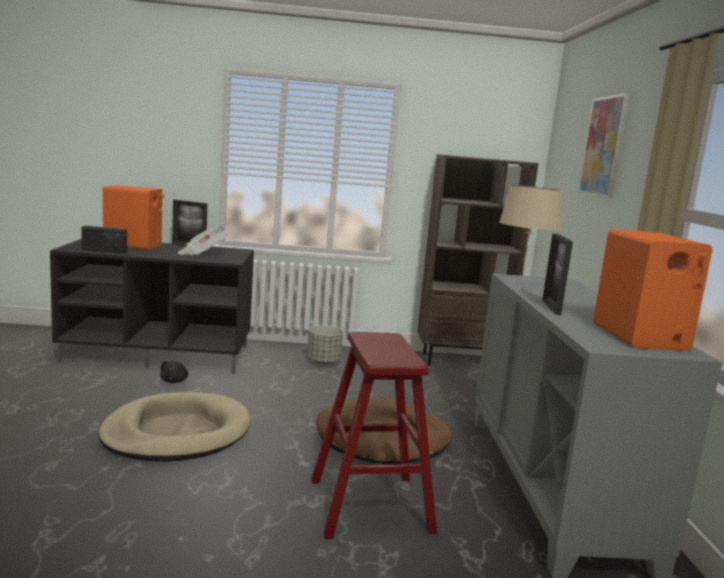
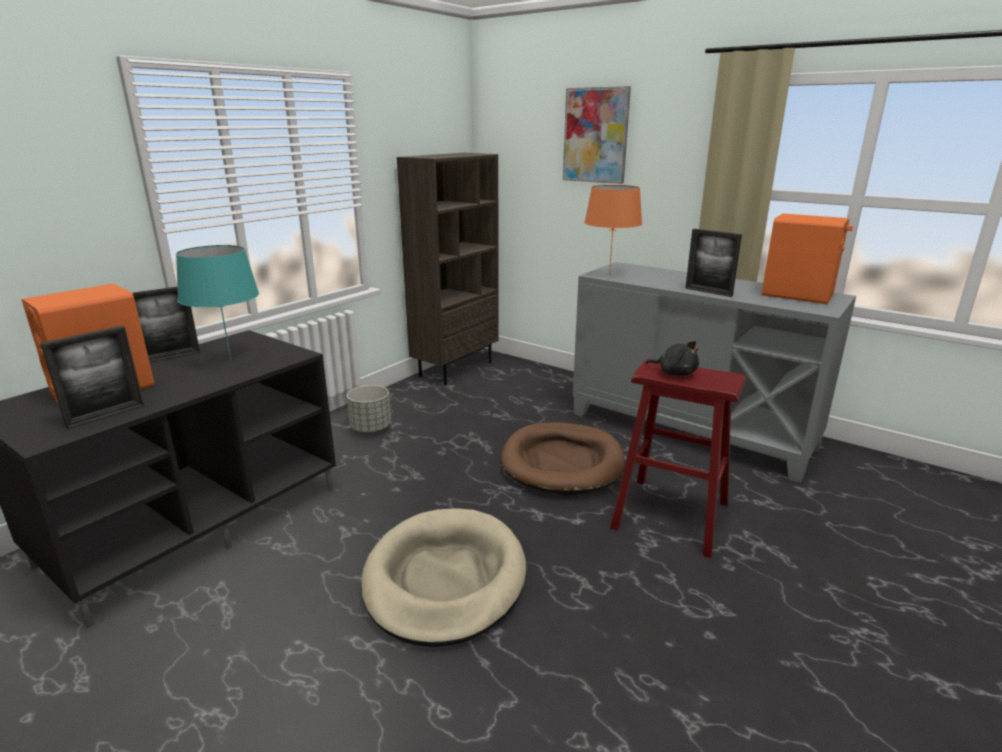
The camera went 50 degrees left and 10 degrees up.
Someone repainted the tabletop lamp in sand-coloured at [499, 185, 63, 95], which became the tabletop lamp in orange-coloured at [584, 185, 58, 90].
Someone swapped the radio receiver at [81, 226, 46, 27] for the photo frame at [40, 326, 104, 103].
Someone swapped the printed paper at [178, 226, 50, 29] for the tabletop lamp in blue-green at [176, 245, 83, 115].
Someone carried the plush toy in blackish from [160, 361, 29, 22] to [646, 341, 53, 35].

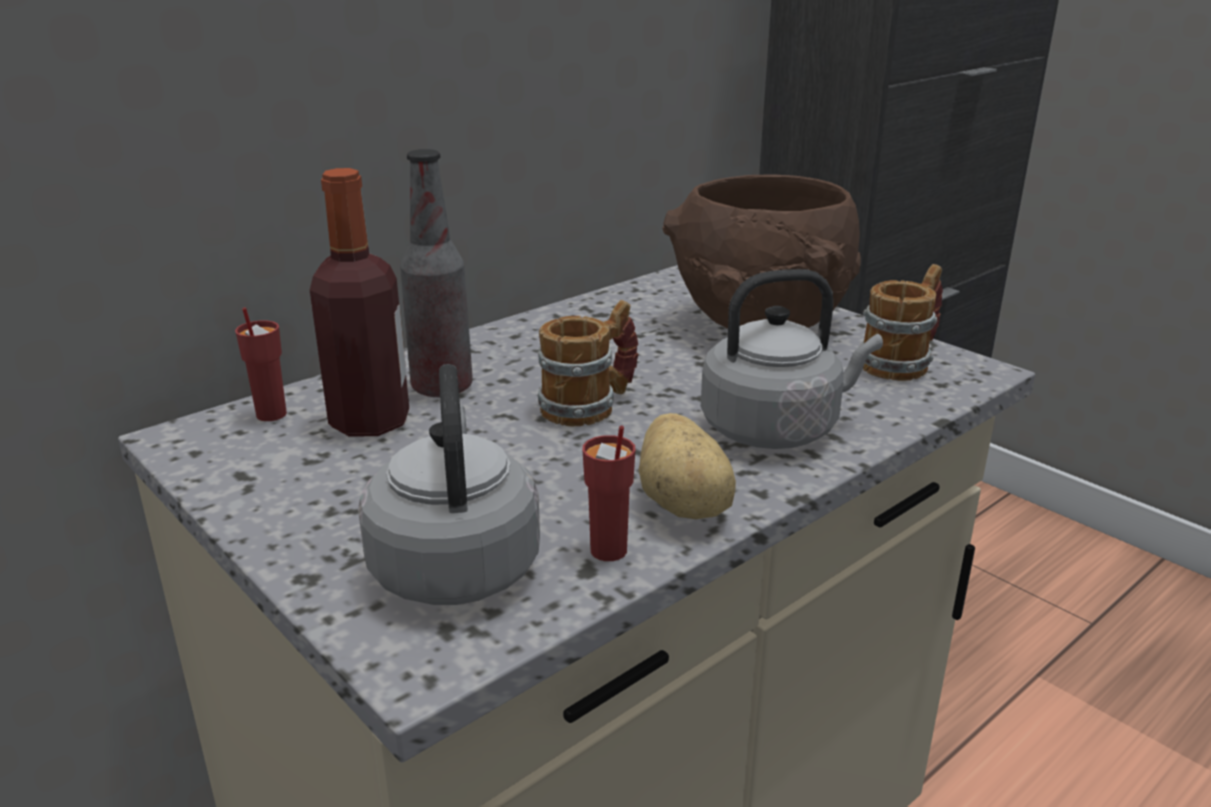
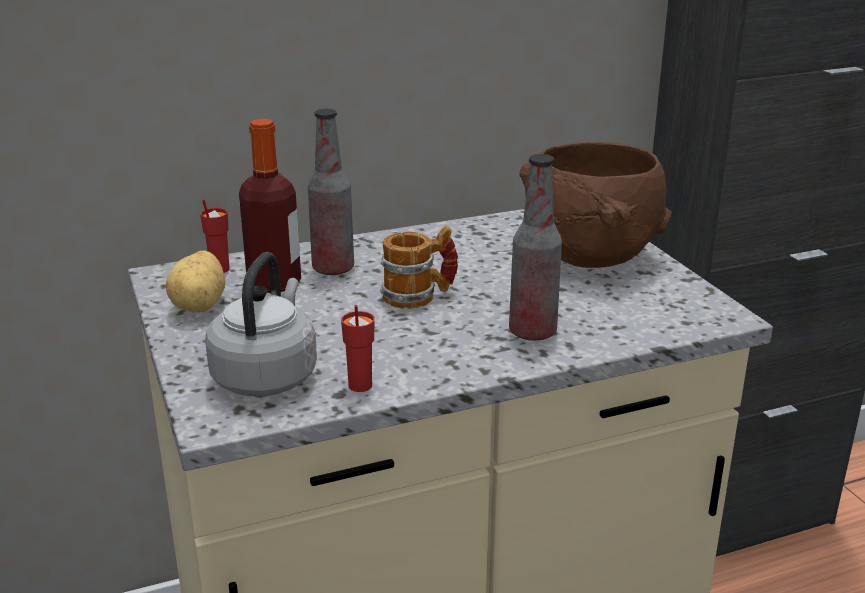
The camera went 20 degrees right and 0 degrees up.
Someone took away the mug at [858, 264, 85, 117].
Someone swapped the tea kettle in grey at [701, 269, 182, 180] for the beverage bottle at [509, 154, 53, 187].
Someone carried the spud from [639, 413, 97, 106] to [166, 251, 59, 61].

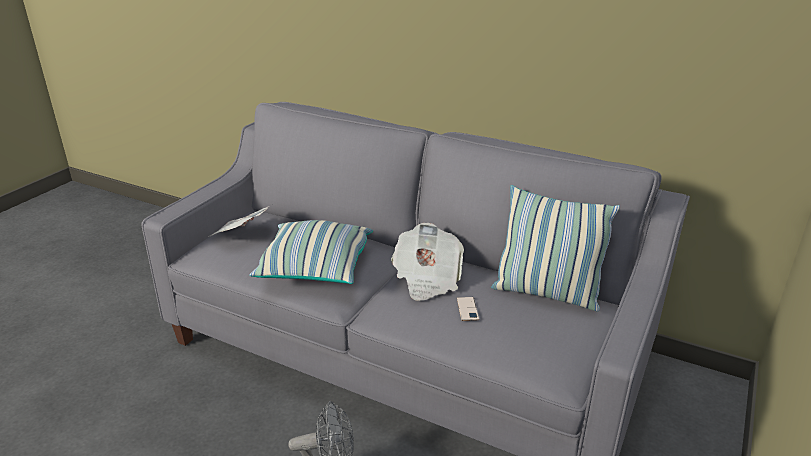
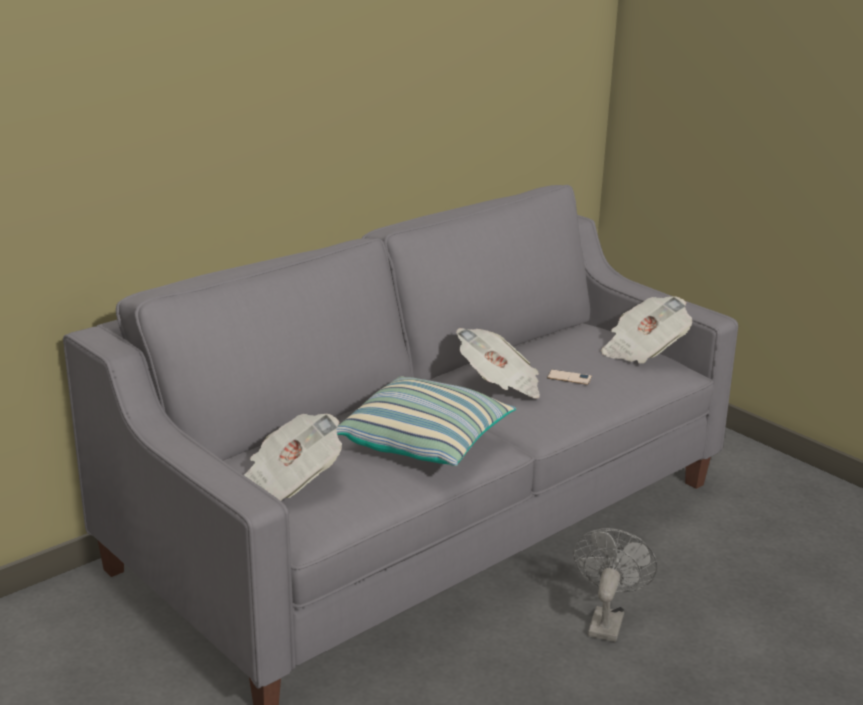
The camera went 70 degrees left and 5 degrees down.
Someone took away the cushion at [491, 185, 129, 126].
Someone put down the printed paper at [601, 296, 91, 68].

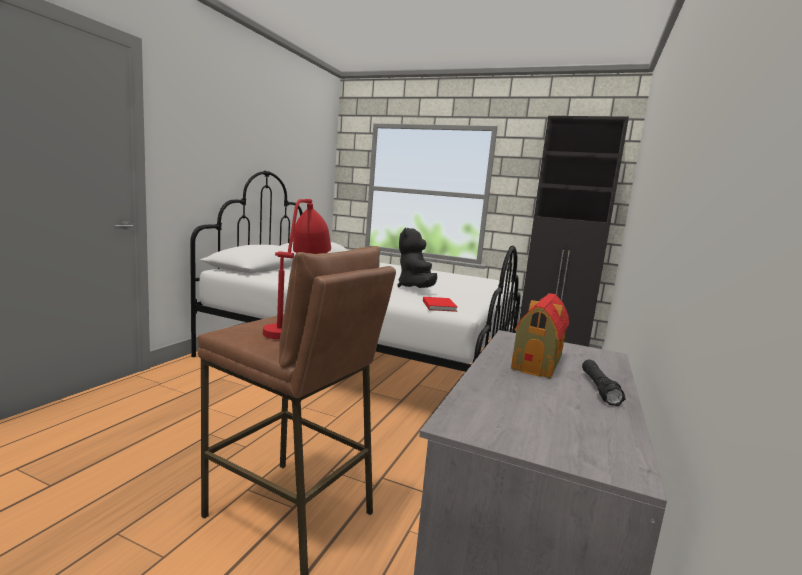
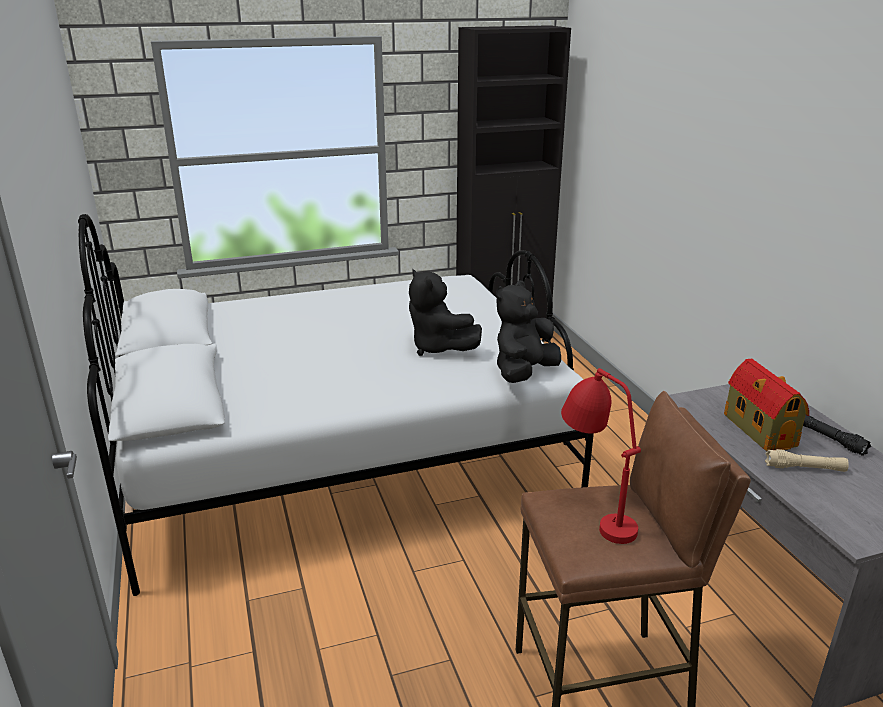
The camera went 40 degrees left and 15 degrees up.
Someone swapped the bound book in reddish at [423, 297, 34, 15] for the plush toy in blackish at [496, 281, 65, 102].
Someone put down the hand torch in sand-coloured at [765, 449, 84, 23].

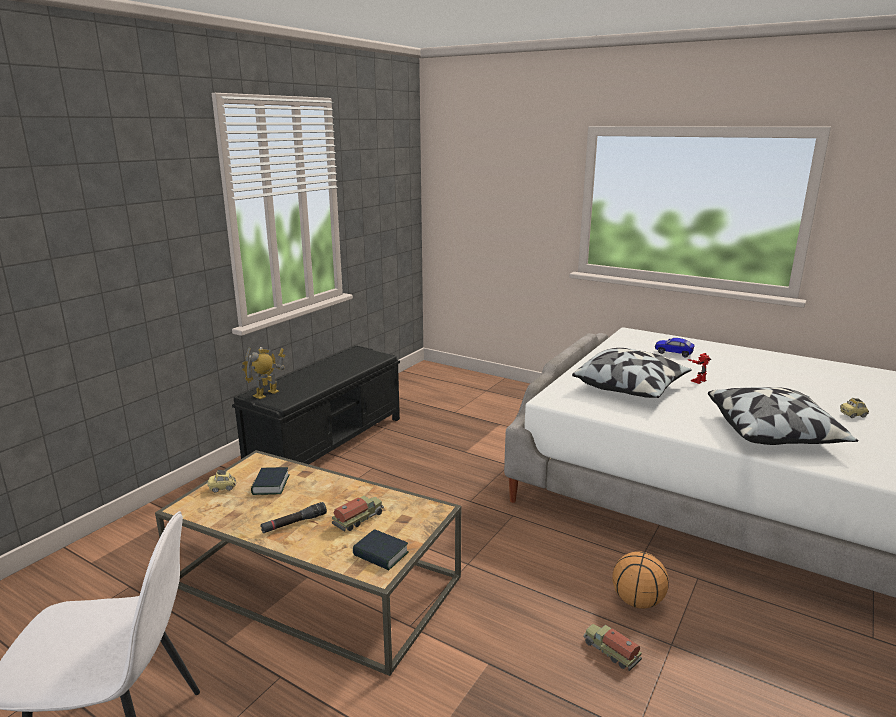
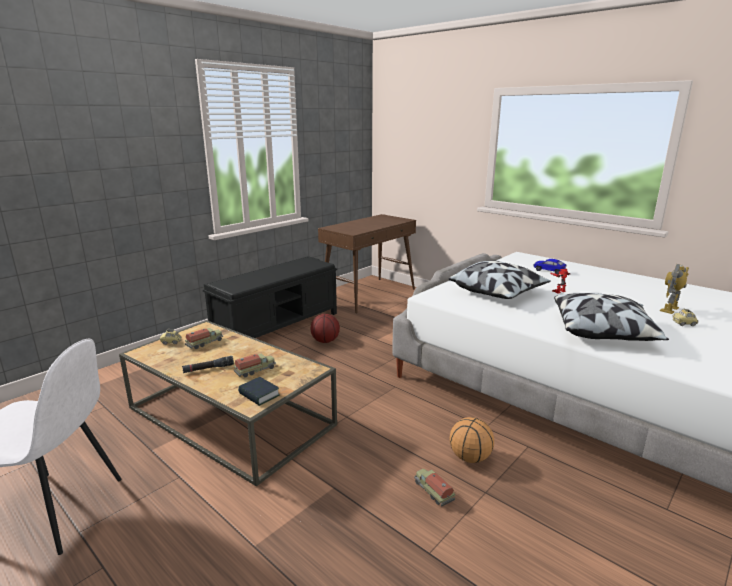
The camera went 10 degrees right and 0 degrees up.
Someone carried the robot figure from [241, 347, 44, 52] to [660, 264, 29, 50].
Someone swapped the bound book at [251, 467, 38, 28] for the toy truck at [185, 328, 38, 21].
Someone put down the narrow table in brown-coloured at [318, 214, 98, 99].
Someone put down the ball for basketball at [311, 314, 29, 29].

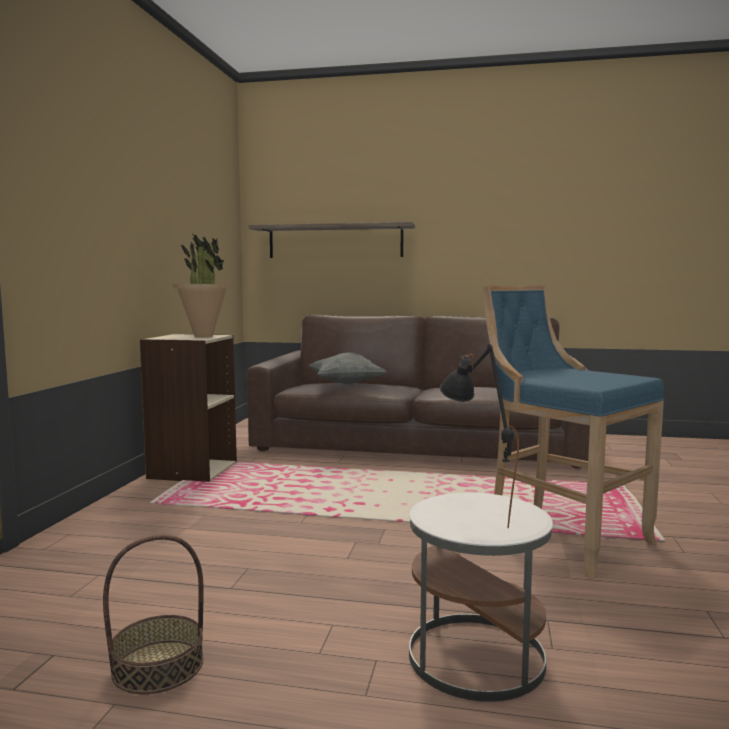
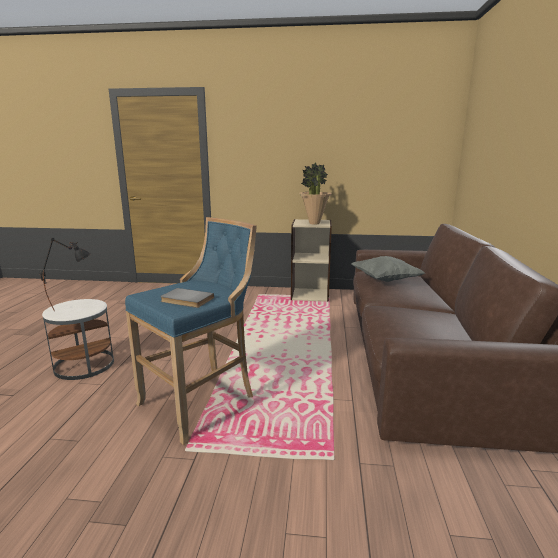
The camera went 85 degrees right and 10 degrees up.
Someone took away the bracket shelf at [249, 222, 166, 36].
Someone took away the basket at [103, 534, 101, 160].
Someone put down the bound book in grey at [160, 288, 54, 20].

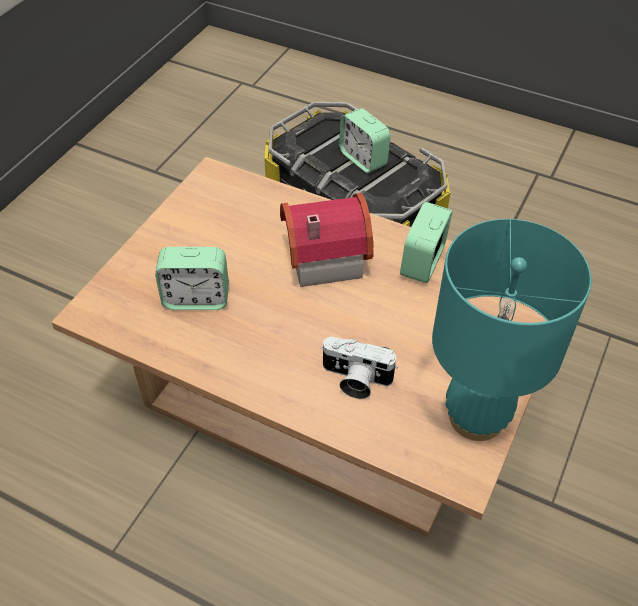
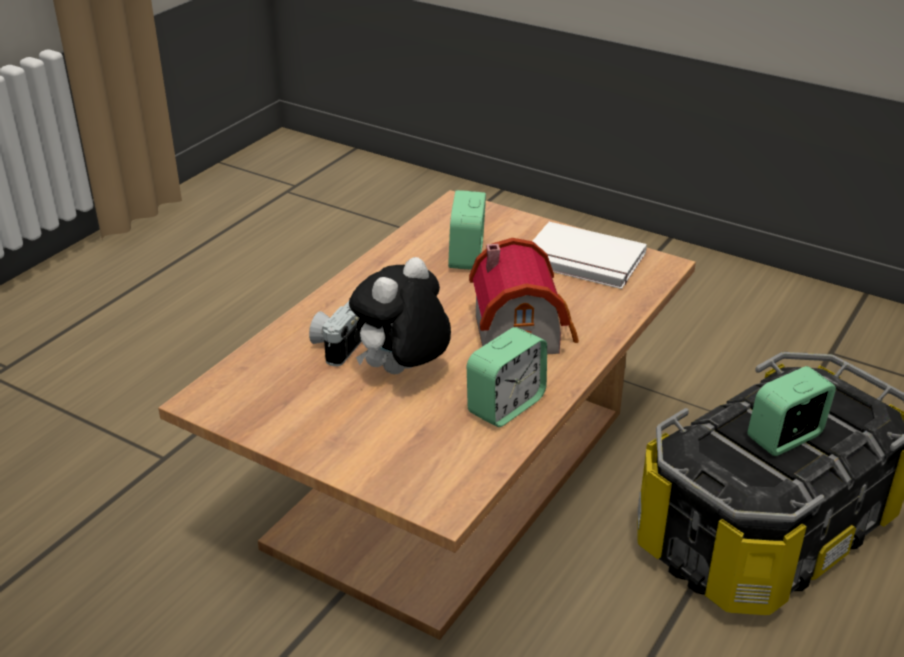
The camera went 95 degrees right and 15 degrees down.
Someone rotated the alarm clock at [400, 202, 52, 81] by 105 degrees clockwise.
Someone took away the tabletop lamp in blue-green at [432, 219, 160, 222].
Someone put down the bound book in whitish at [533, 222, 114, 67].
Someone put down the plush toy at [349, 257, 102, 117].

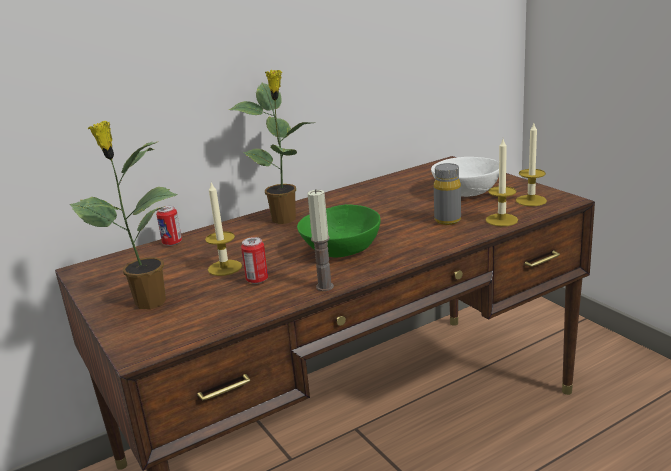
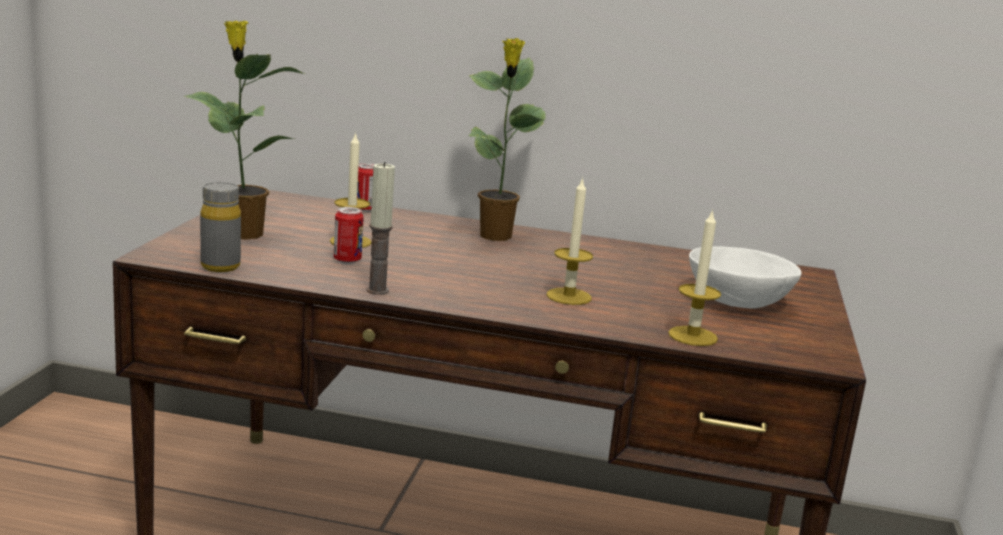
The camera went 40 degrees right and 5 degrees down.
Someone carried the wax candle from [516, 123, 31, 83] to [546, 177, 47, 128].
Someone carried the beverage bottle in grey from [434, 163, 27, 62] to [200, 182, 41, 90].
Someone took away the bowl in green-coloured at [297, 204, 83, 53].

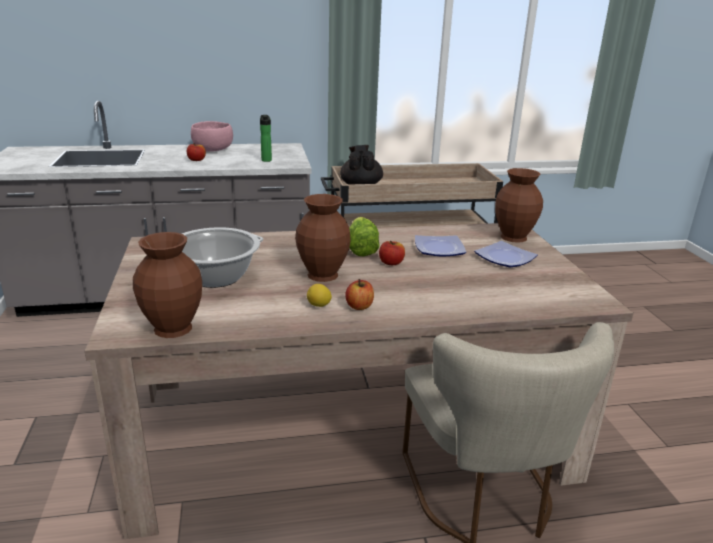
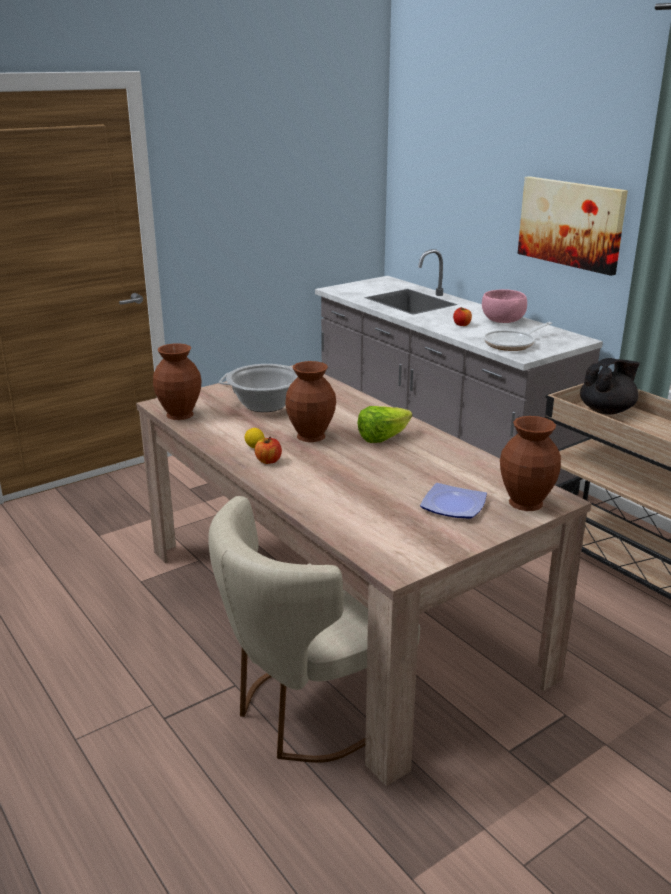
The camera went 65 degrees right and 0 degrees up.
Someone swapped the beverage bottle at [260, 115, 12, 47] for the skillet at [484, 322, 68, 29].
Someone took away the flat dish at [415, 235, 51, 22].
Someone took away the apple fruit at [379, 241, 26, 24].
Someone put up the wall art at [518, 176, 110, 100].

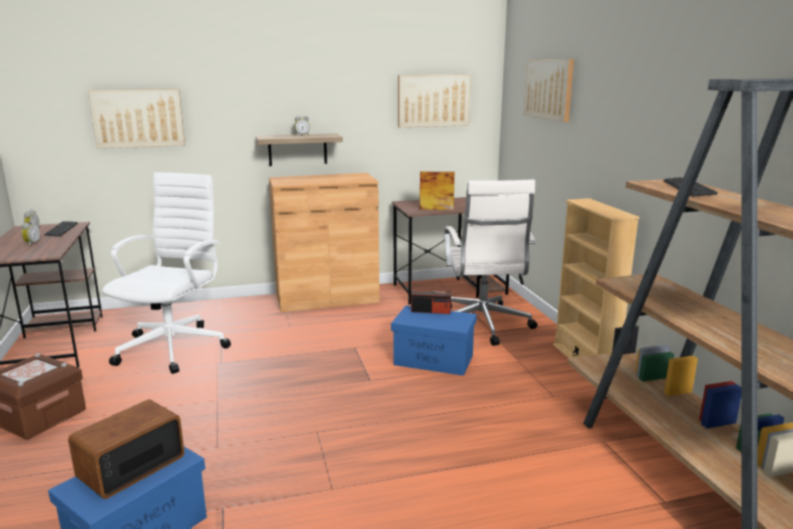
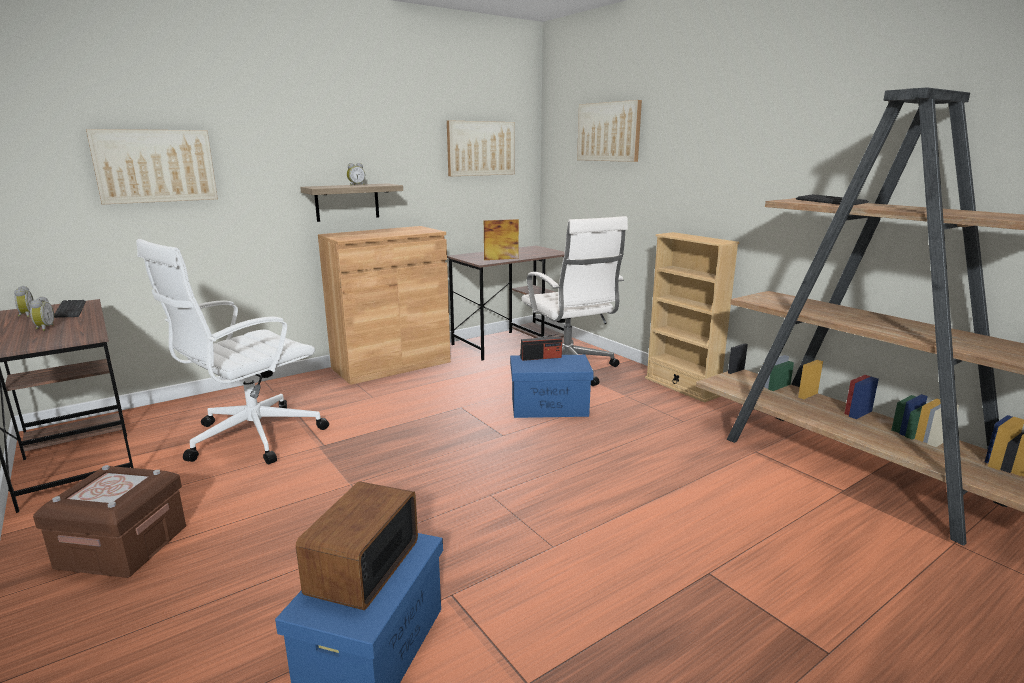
The camera went 20 degrees left and 0 degrees up.
Someone rotated the computer chair in whitish at [102, 172, 129, 202] by 135 degrees counterclockwise.

